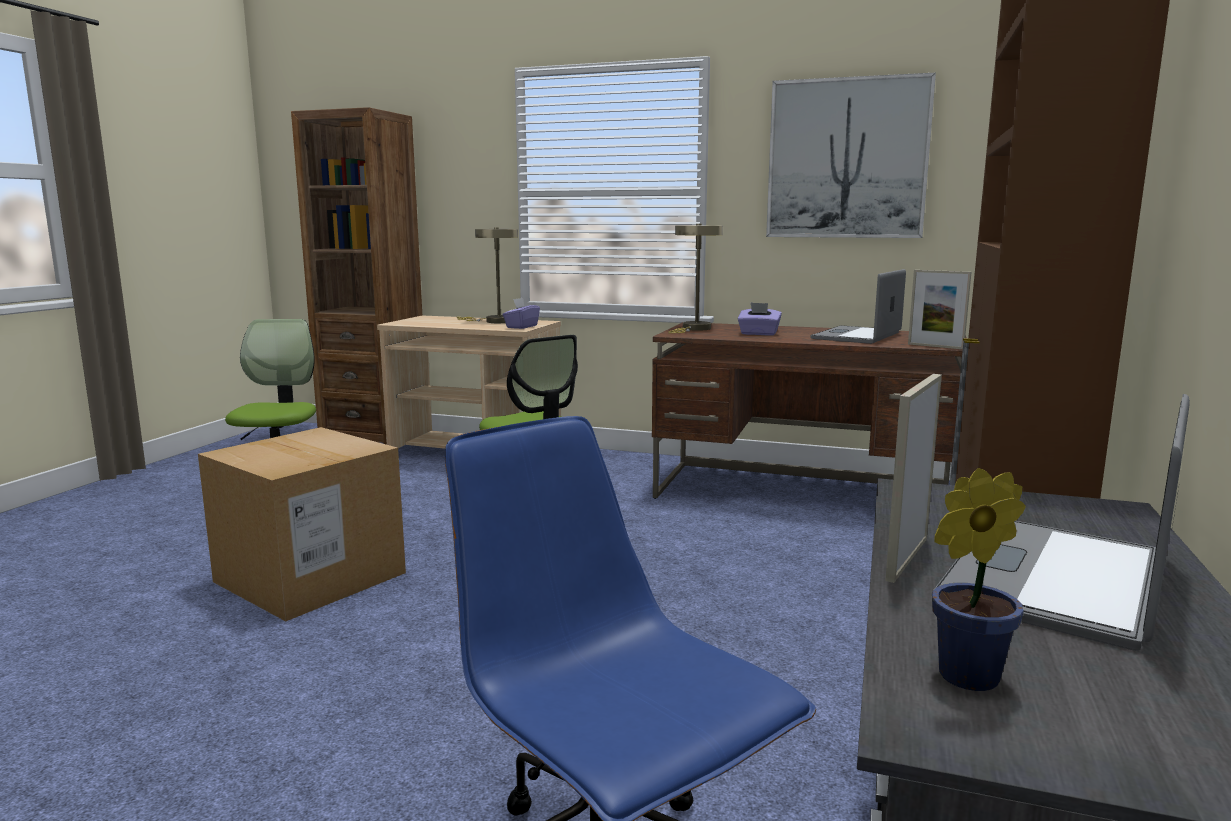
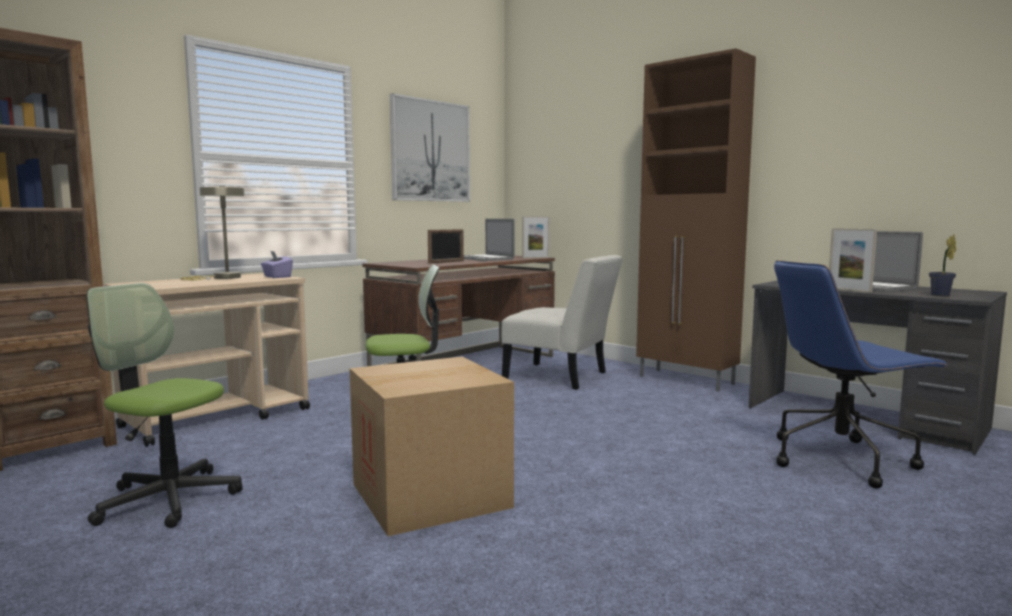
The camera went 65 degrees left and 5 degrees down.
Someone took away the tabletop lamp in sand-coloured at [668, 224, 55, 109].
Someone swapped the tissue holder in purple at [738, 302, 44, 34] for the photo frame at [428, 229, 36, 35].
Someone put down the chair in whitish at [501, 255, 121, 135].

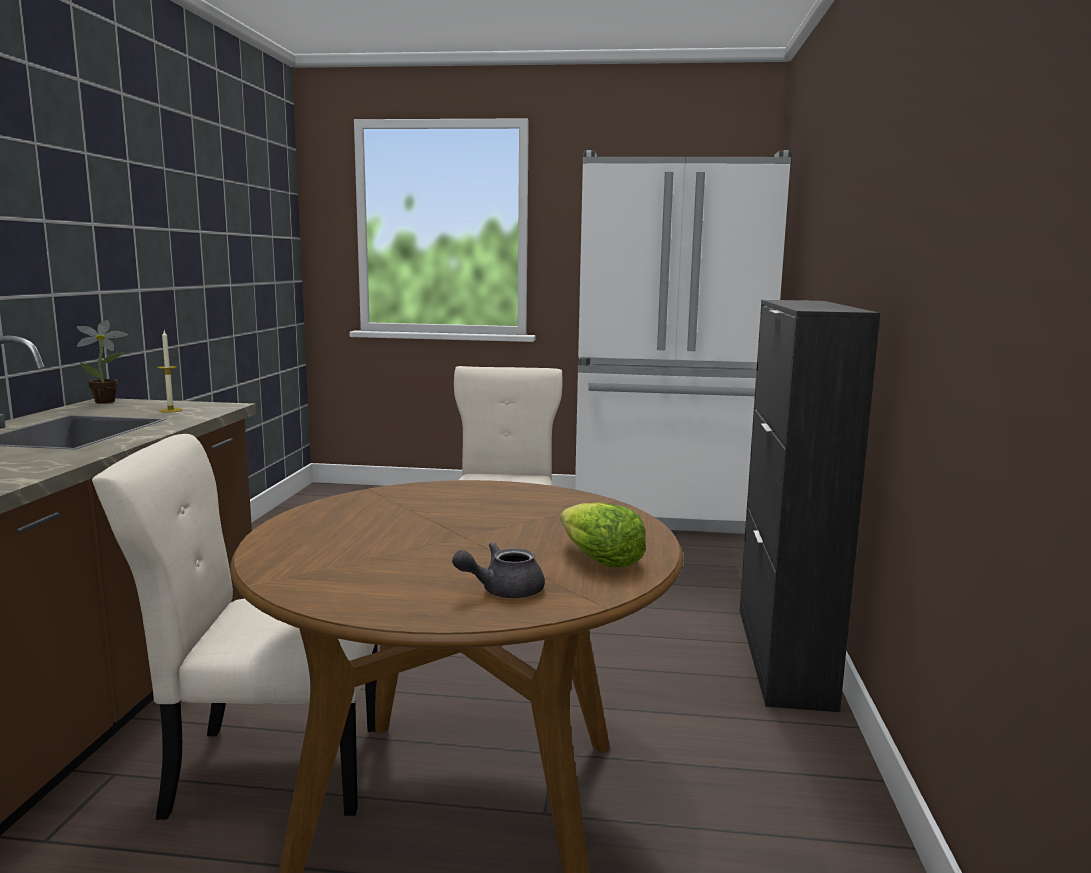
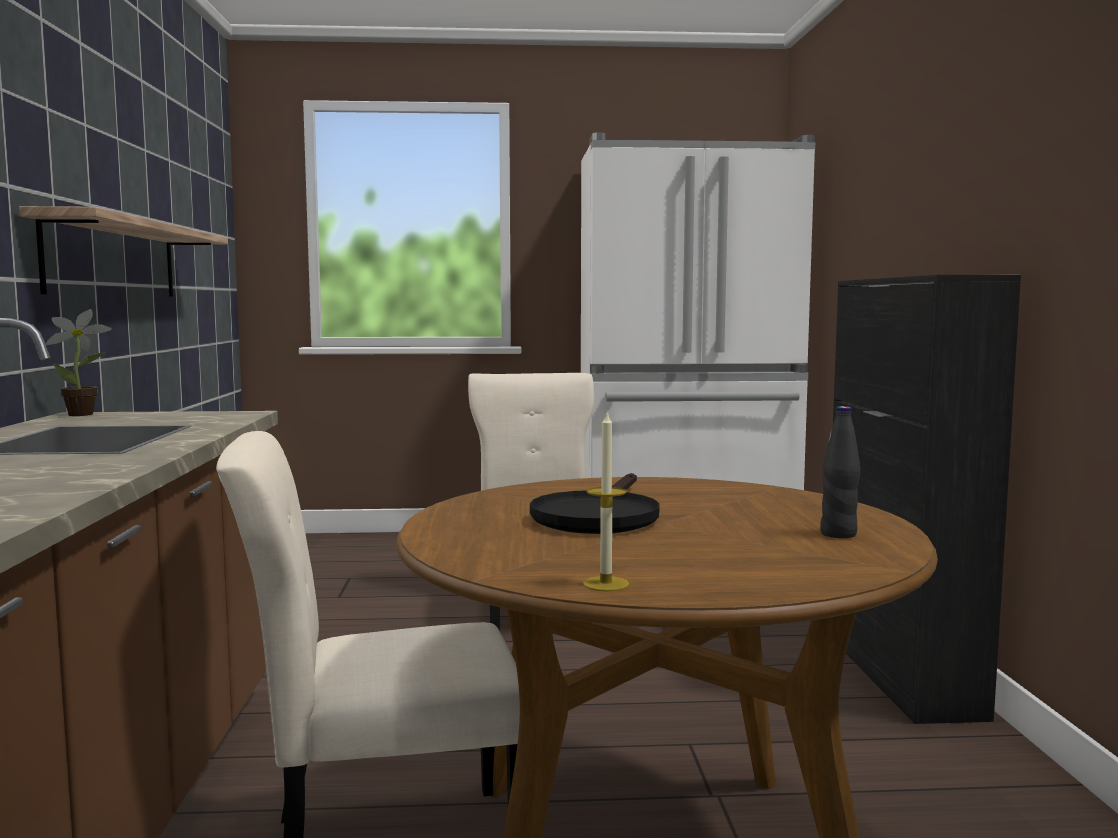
The camera went 10 degrees left and 5 degrees down.
Someone carried the wax candle from [157, 331, 25, 82] to [583, 413, 46, 178].
Someone swapped the lettuce head at [560, 502, 86, 65] for the beverage bottle in blackish at [820, 406, 40, 132].
Someone took away the pot for tea in grey at [452, 542, 93, 56].
Someone put up the bracket shelf at [19, 206, 209, 90].
Someone put down the skillet in blackish at [530, 473, 129, 61].

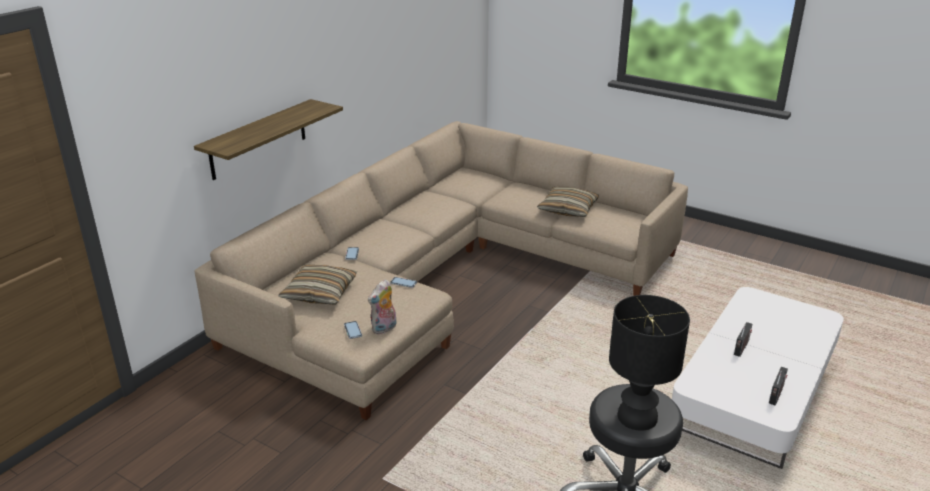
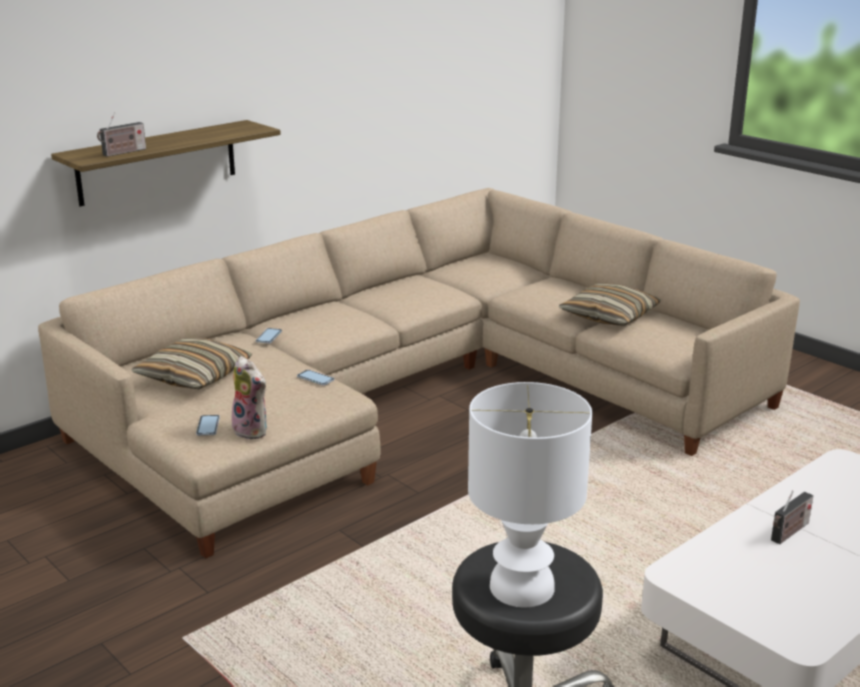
The camera went 15 degrees right and 5 degrees down.
Someone rotated the plush toy at [368, 280, 29, 54] by 105 degrees counterclockwise.
Someone repainted the tabletop lamp in blackish at [609, 295, 81, 136], which became the tabletop lamp in whitish at [468, 382, 124, 225].
Someone carried the radio receiver from [769, 367, 19, 39] to [97, 113, 49, 44].

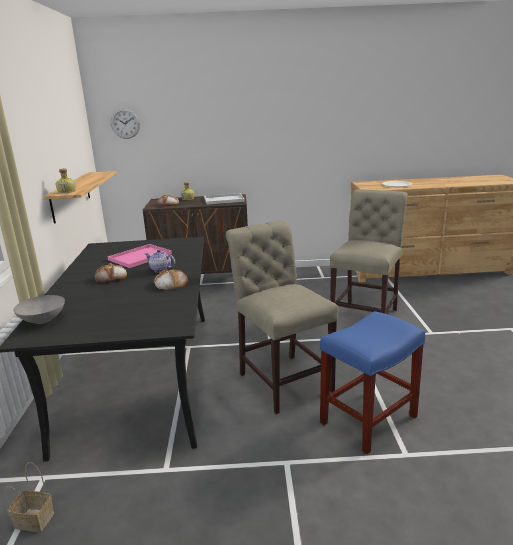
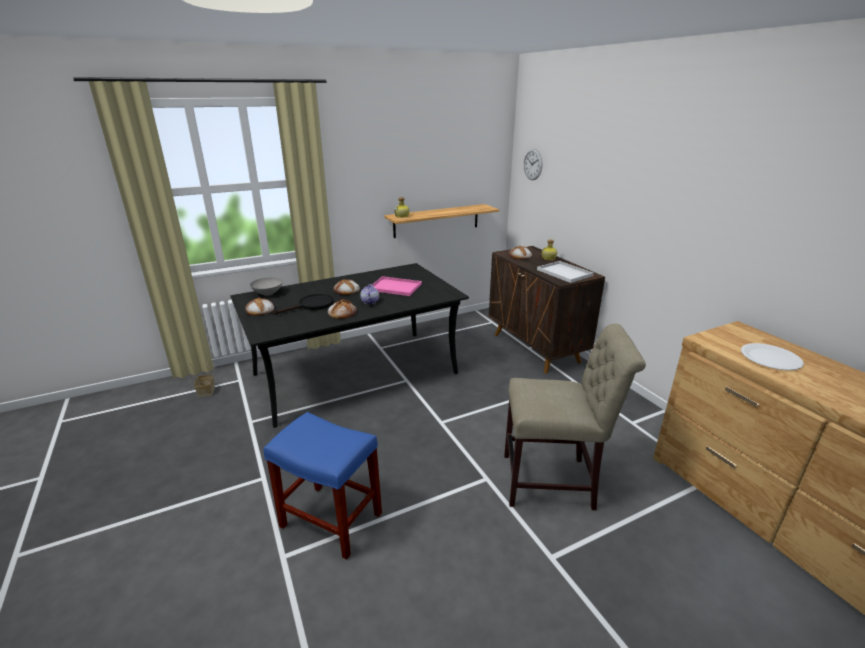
The camera went 65 degrees right and 5 degrees up.
Someone took away the chair in sand-coloured at [226, 220, 112, 194].
Someone put down the skillet in blackish at [272, 294, 61, 20].
Someone put down the bread at [245, 298, 30, 18].

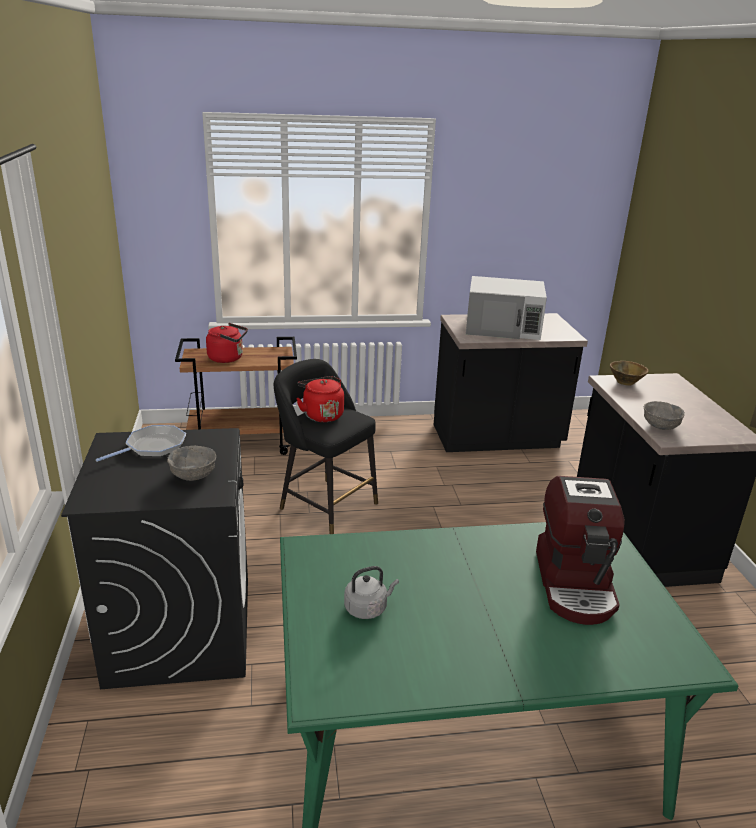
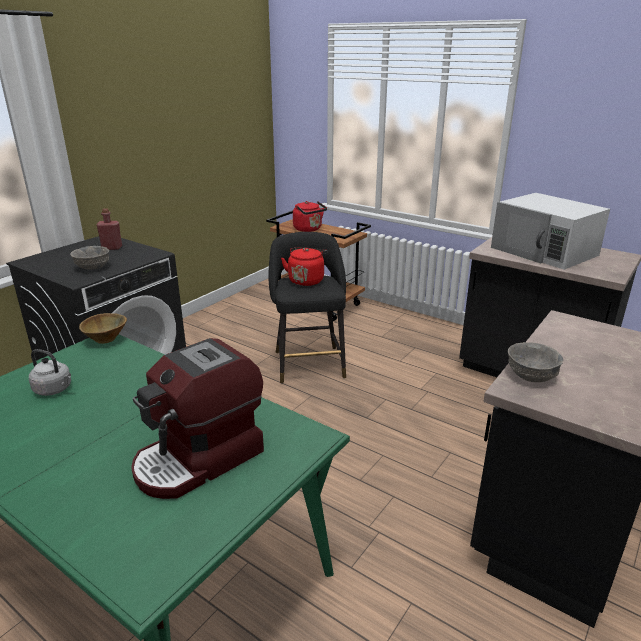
The camera went 45 degrees right and 0 degrees up.
Someone carried the bowl in brown-coloured from [610, 361, 39, 25] to [79, 313, 48, 31].
Someone swapped the skillet at [96, 425, 90, 37] for the beverage bottle in reddish at [96, 208, 26, 42].

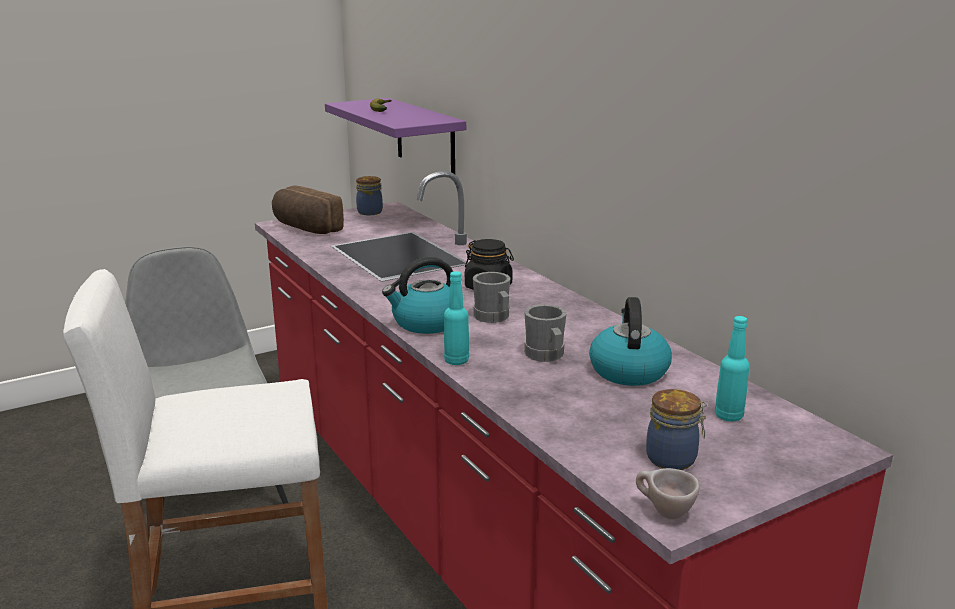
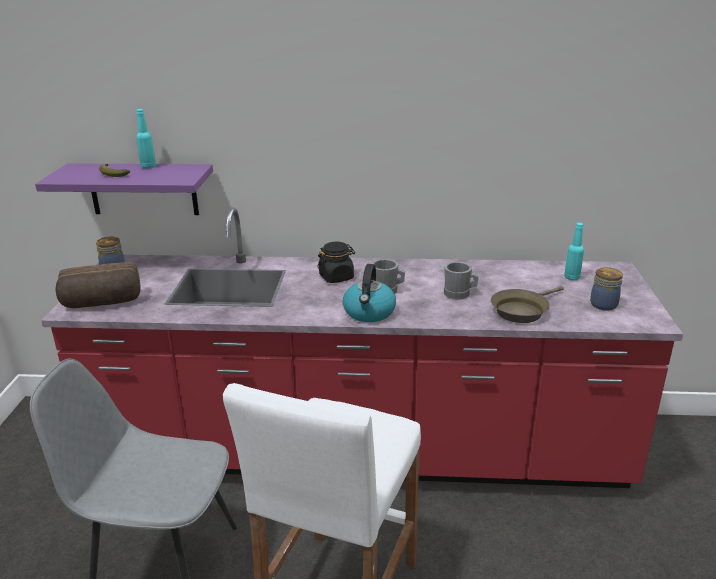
The camera went 55 degrees left and 5 degrees up.
Someone carried the beverage bottle in blue-green from [444, 271, 25, 94] to [136, 109, 20, 59].
Someone took away the tea kettle at [589, 297, 83, 89].
Someone took away the drinking cup in sand-coloured at [636, 468, 64, 52].
Someone put down the skillet in brown-coloured at [491, 286, 73, 37].

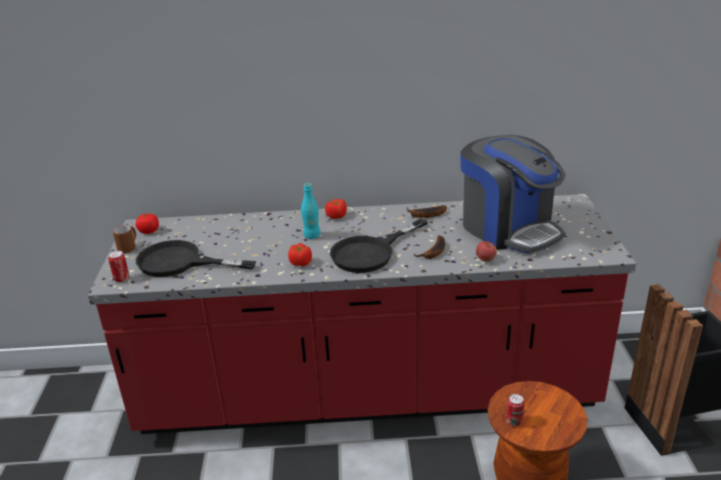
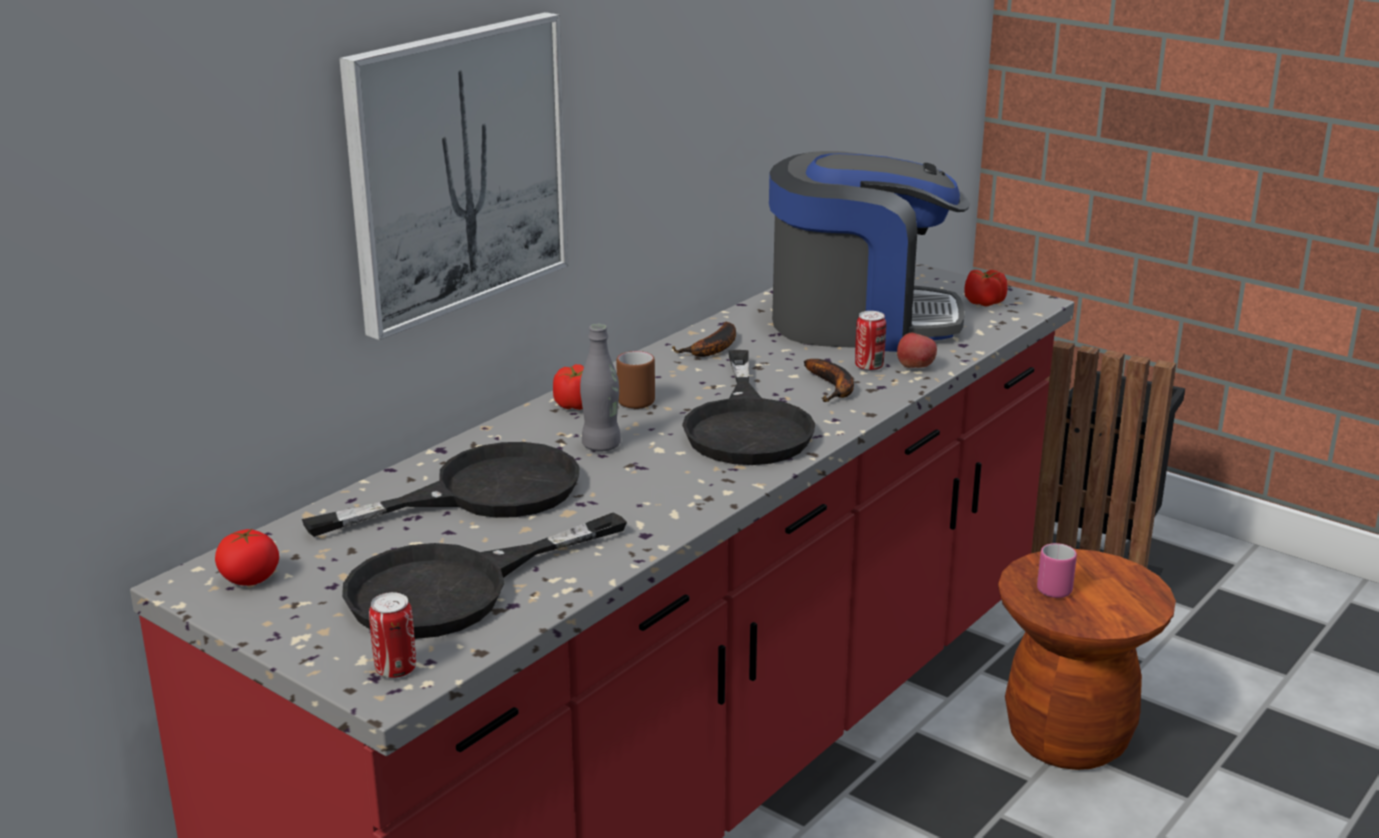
The camera went 50 degrees left and 5 degrees down.
Someone repainted the beverage bottle in blue-green at [301, 183, 20, 56], which became the beverage bottle in grey at [580, 324, 41, 127].
Someone carried the mug in brown-coloured from [113, 225, 23, 28] to [616, 351, 39, 58].
Someone carried the whole tomato from [288, 243, 24, 23] to [964, 270, 43, 36].
Someone carried the sealed can from [506, 394, 18, 32] to [855, 311, 31, 60].
Someone put up the wall art at [339, 12, 229, 328].
Someone put down the skillet in blackish at [302, 442, 278, 95].
Someone put down the mug in pinkish at [1037, 543, 40, 55].

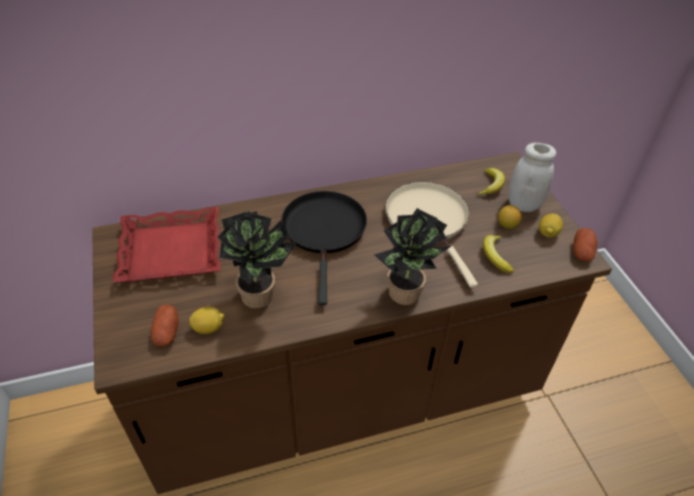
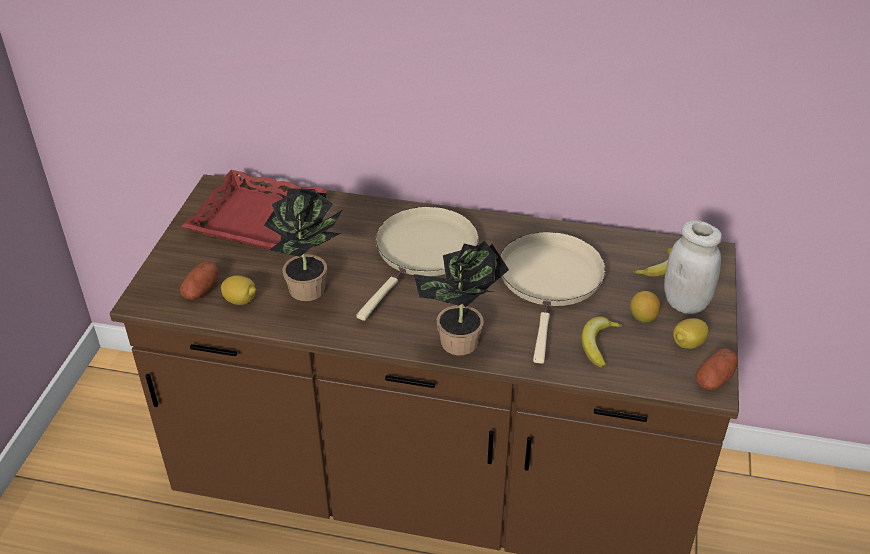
The camera went 30 degrees right and 5 degrees down.
Someone repainted the skillet in blackish at [281, 191, 86, 114], which became the skillet in sand-coloured at [356, 207, 123, 114].

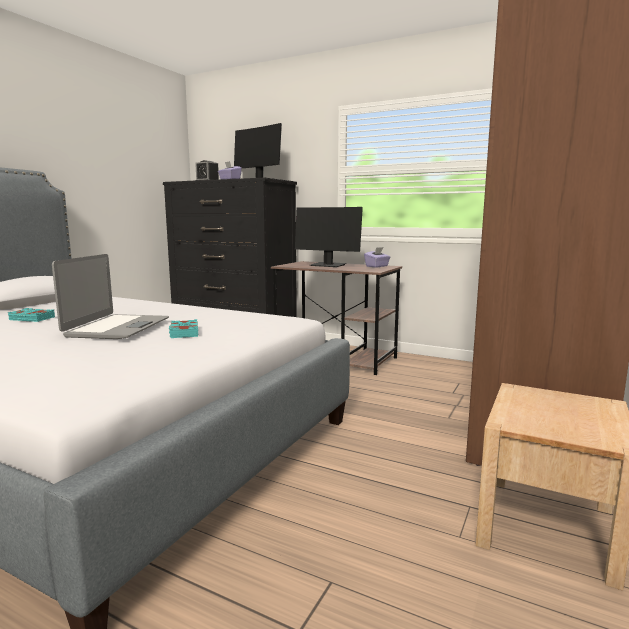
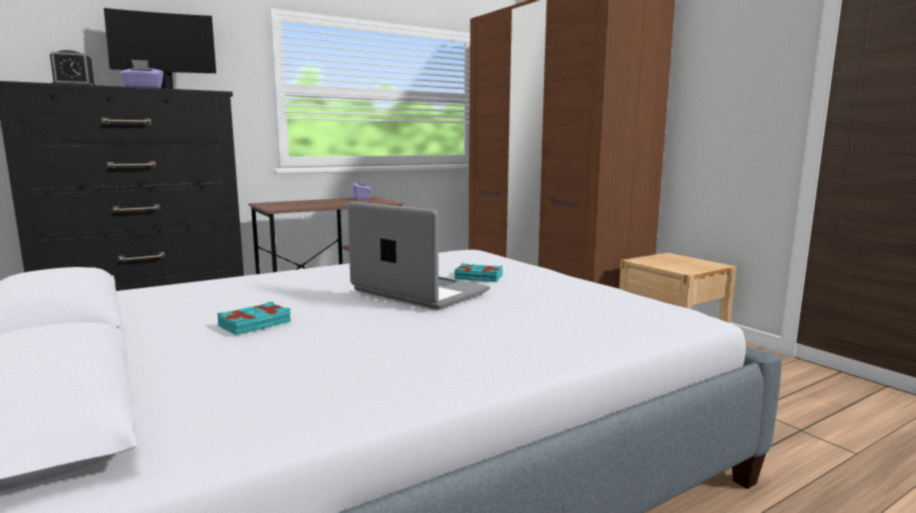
The camera went 60 degrees left and 0 degrees up.
Someone took away the monitor at [295, 207, 68, 60].

